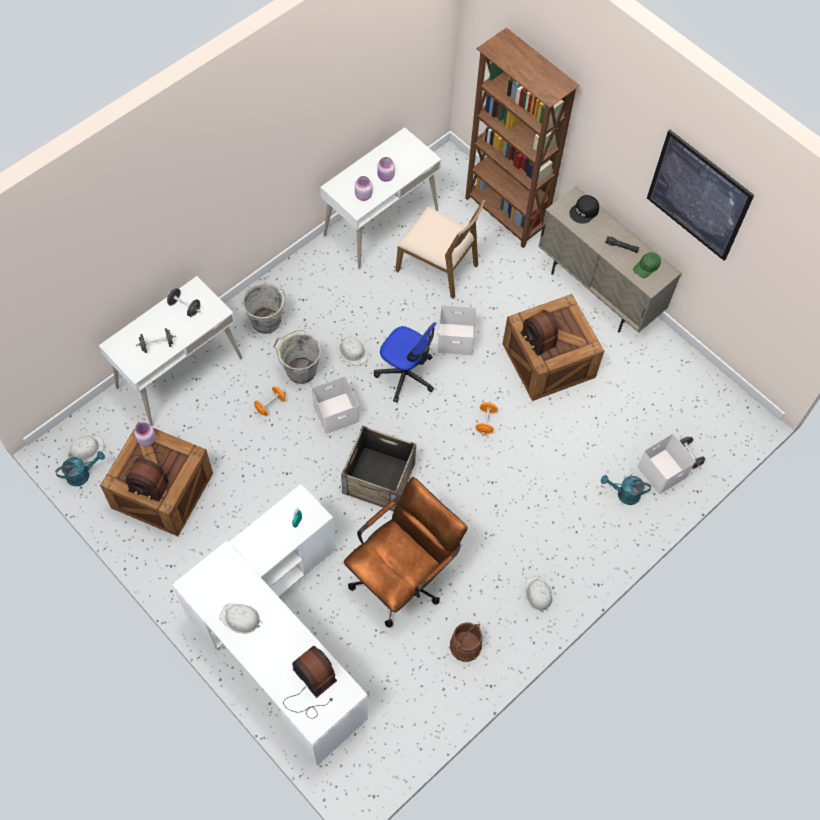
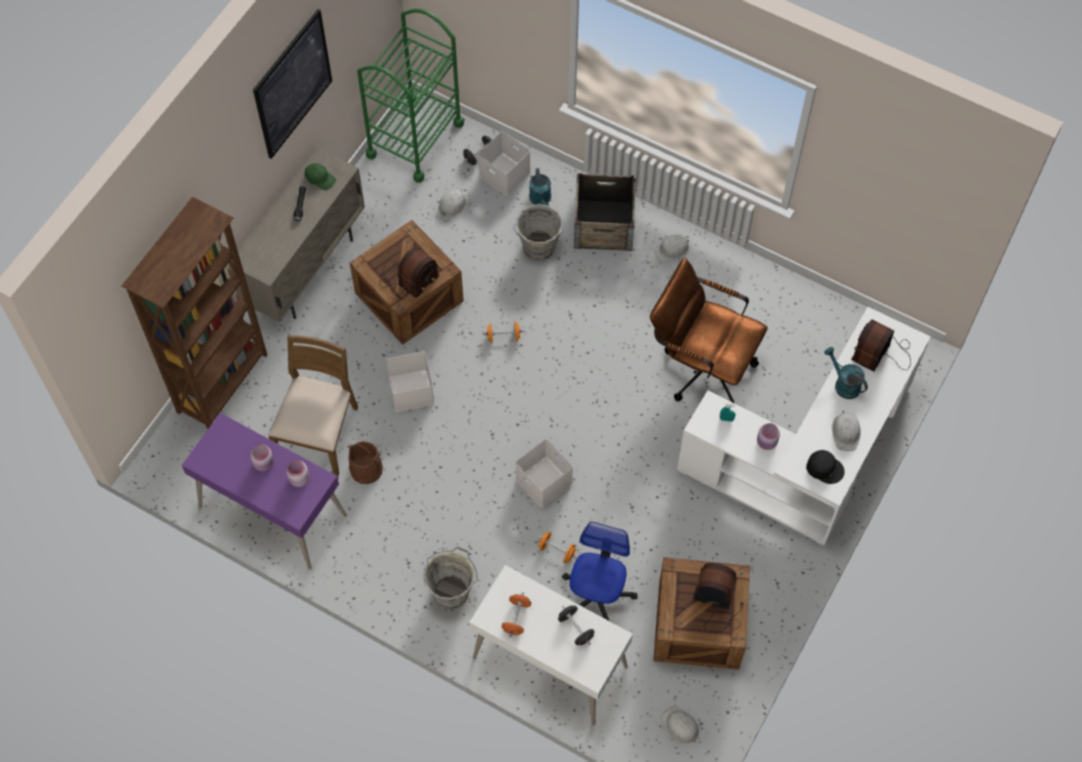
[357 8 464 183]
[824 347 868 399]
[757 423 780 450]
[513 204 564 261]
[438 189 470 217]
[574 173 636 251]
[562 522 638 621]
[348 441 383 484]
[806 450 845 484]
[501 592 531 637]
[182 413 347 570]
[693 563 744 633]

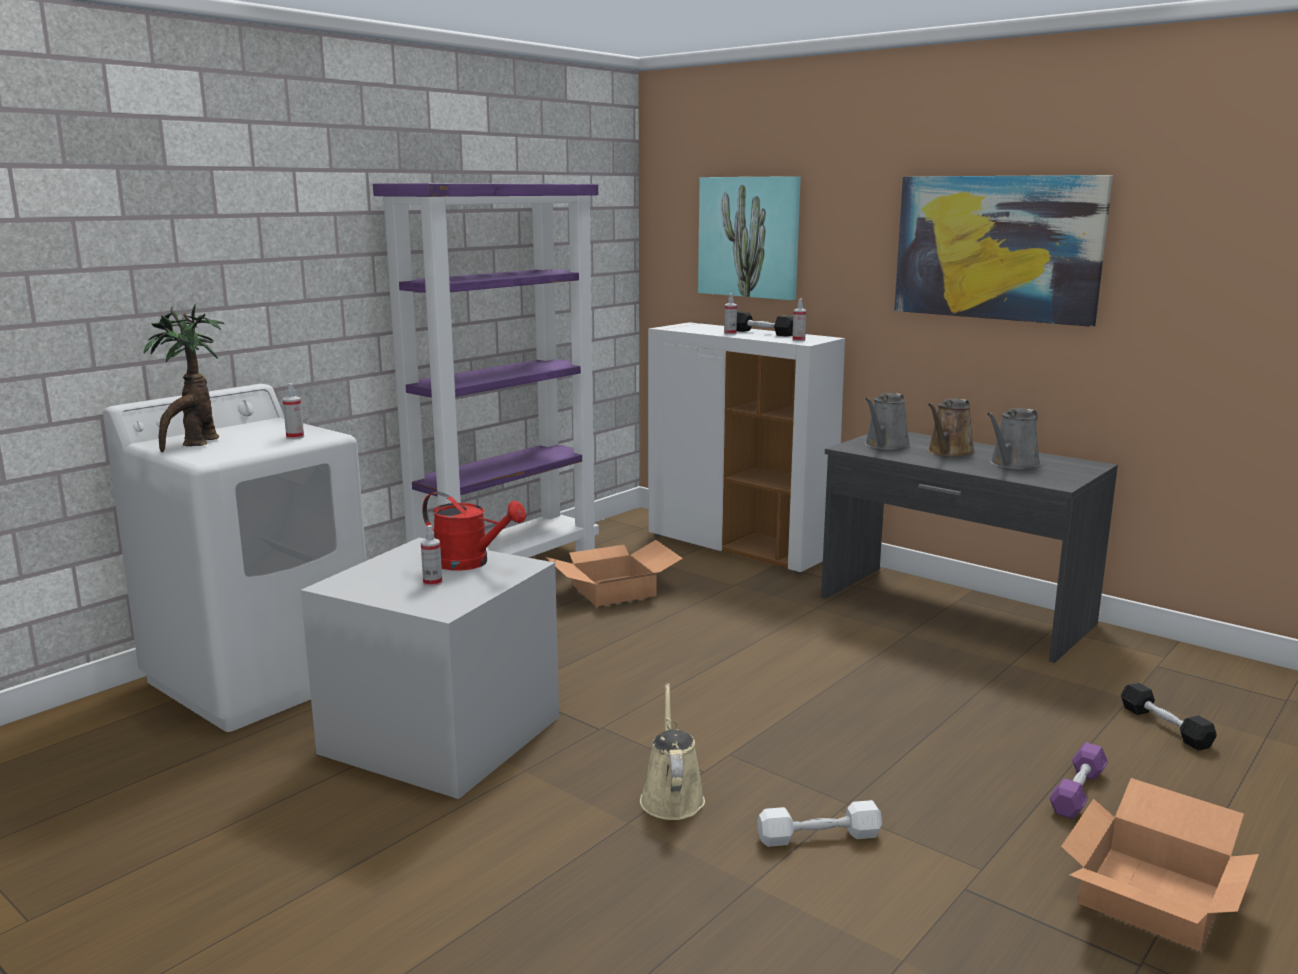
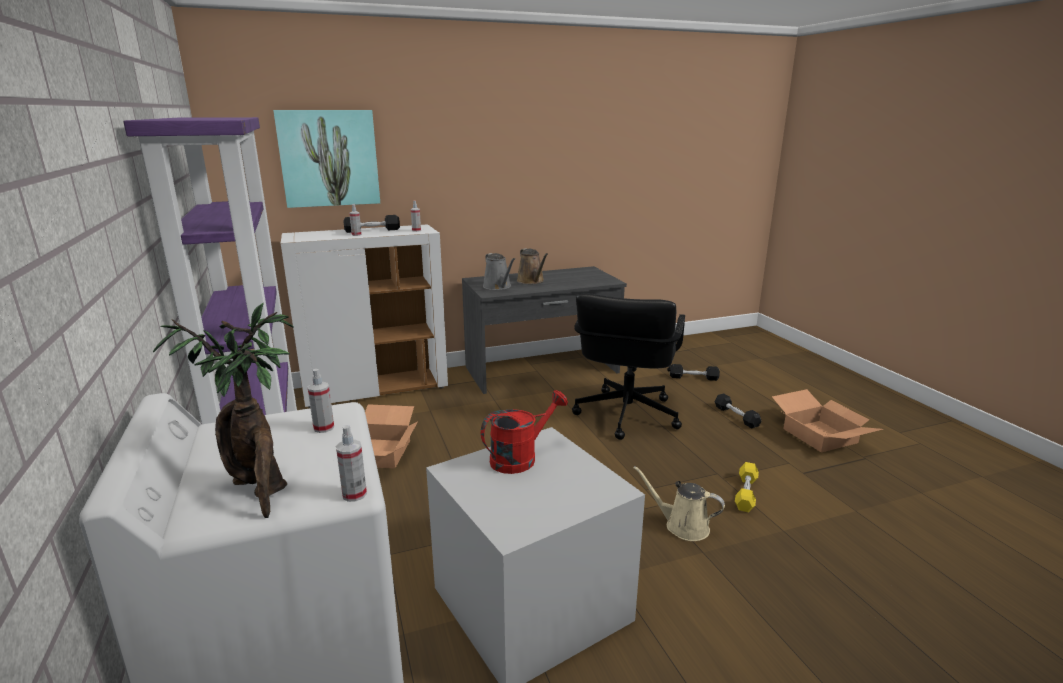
[894 175 1113 327] (first image)
[987 408 1041 469] (first image)
[572 293 685 440]
[336 425 367 502]
[735 462 759 512]
[714 394 761 428]

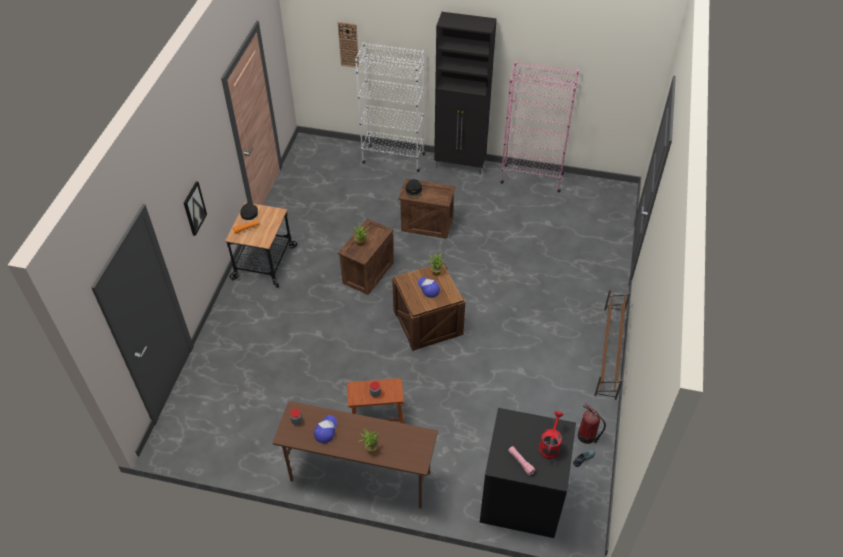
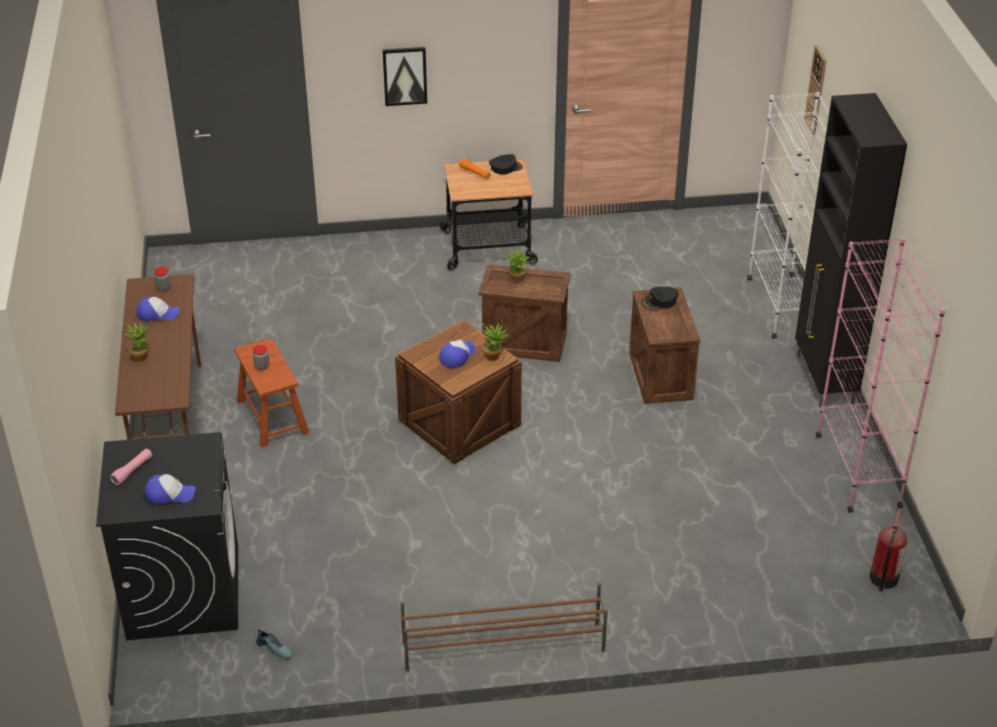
[869 508 907 591]
[145 474 196 504]

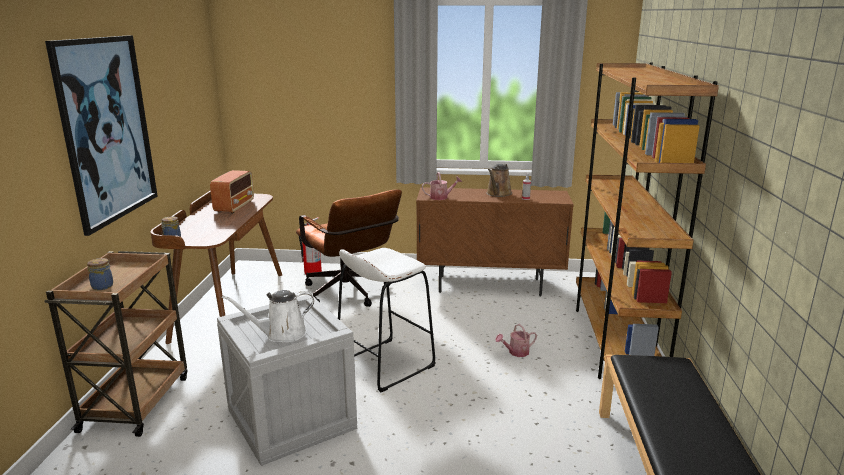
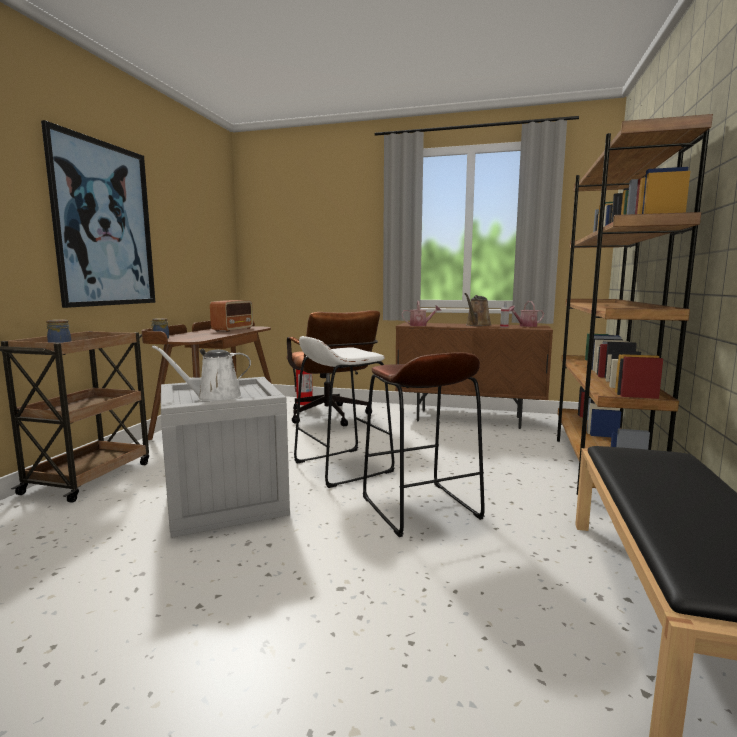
[363 352 485 537]
[509 301 544 327]

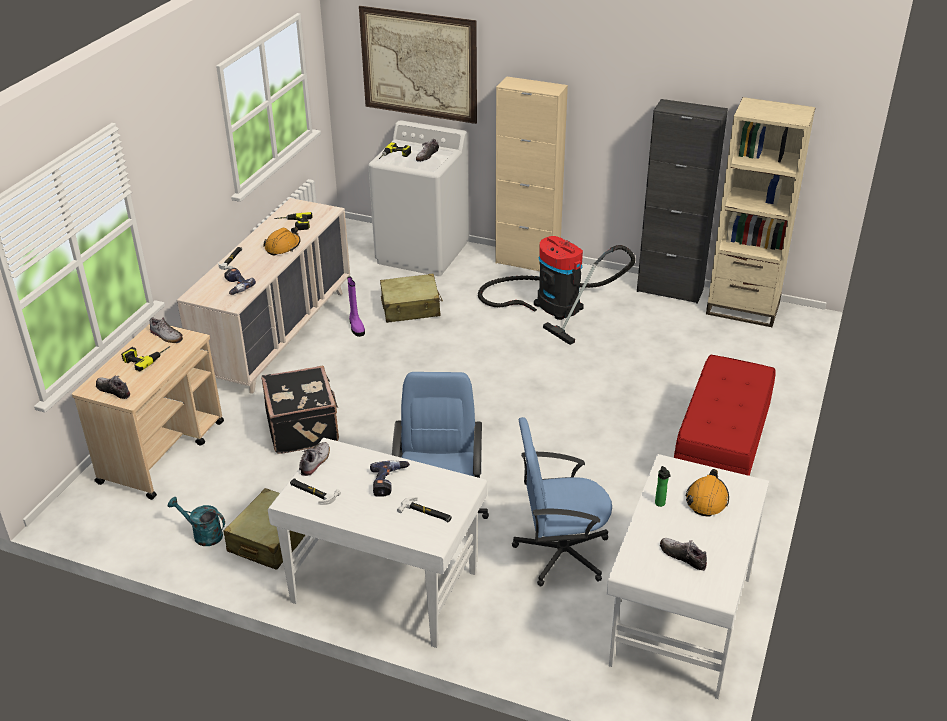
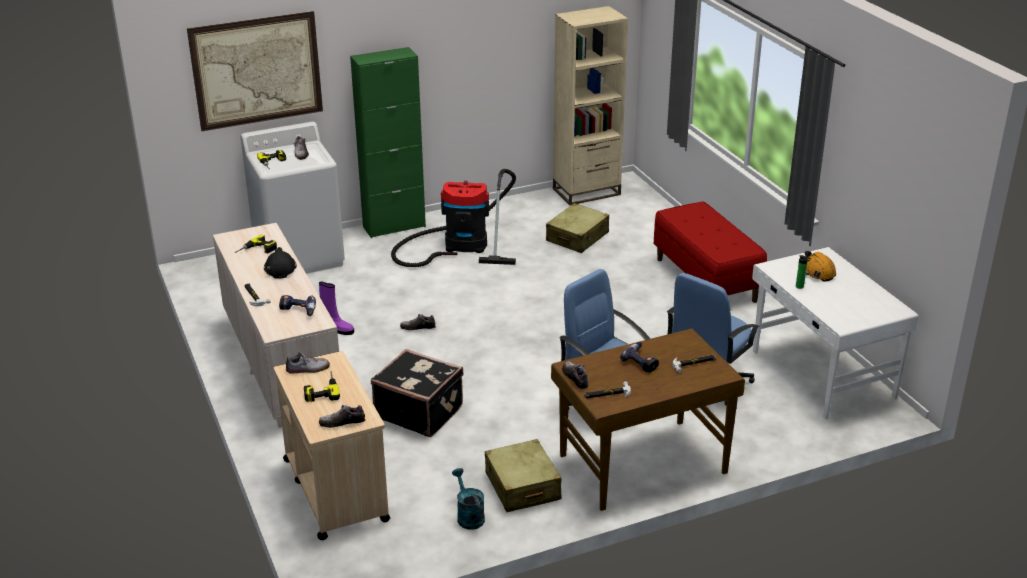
[637 99 728 304] (first image)
[546 203 609 253]
[400 314 436 330]
[264 247 297 279]
[551 329 745 511]
[350 47 426 238]
[452 468 485 530]

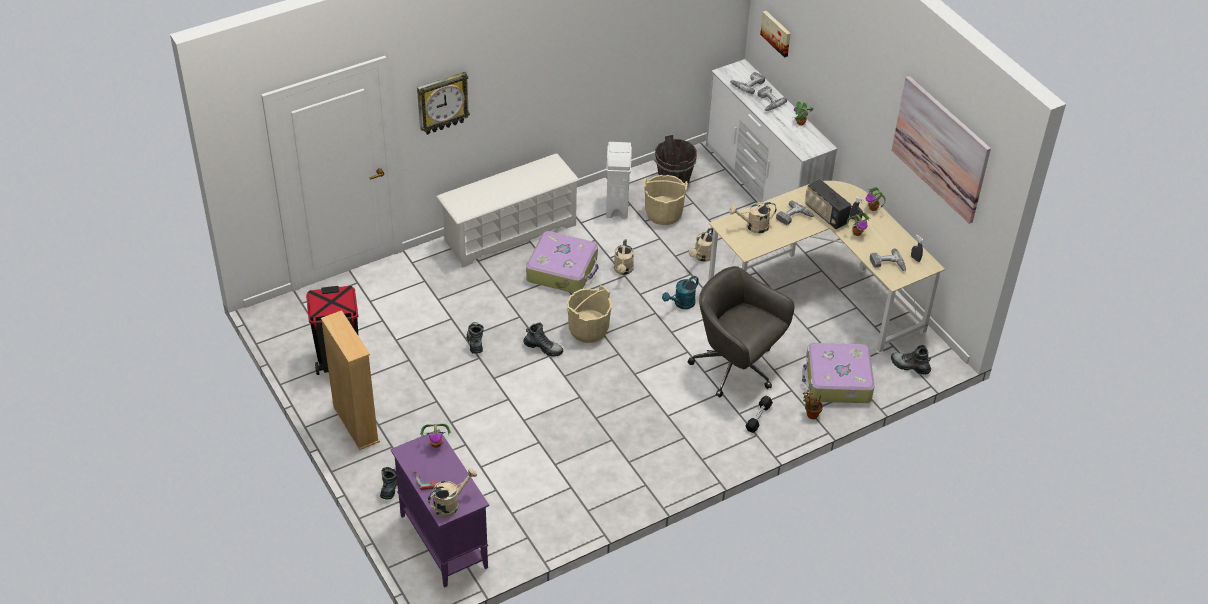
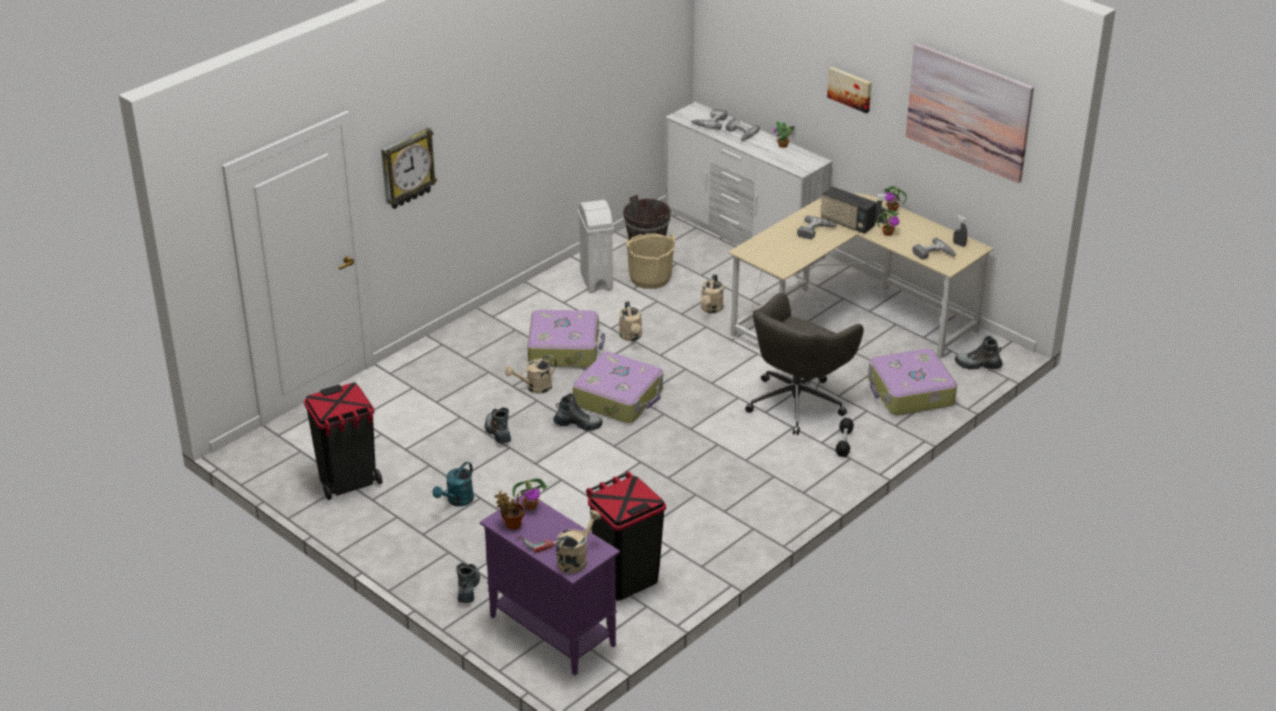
[321 310 380 450] (first image)
[437 153 579 268] (first image)
[586 471 666 601]
[432 462 474 506]
[505 355 557 394]
[827 67 872 114]
[494 490 525 530]
[573 352 663 423]
[745 293 864 435]

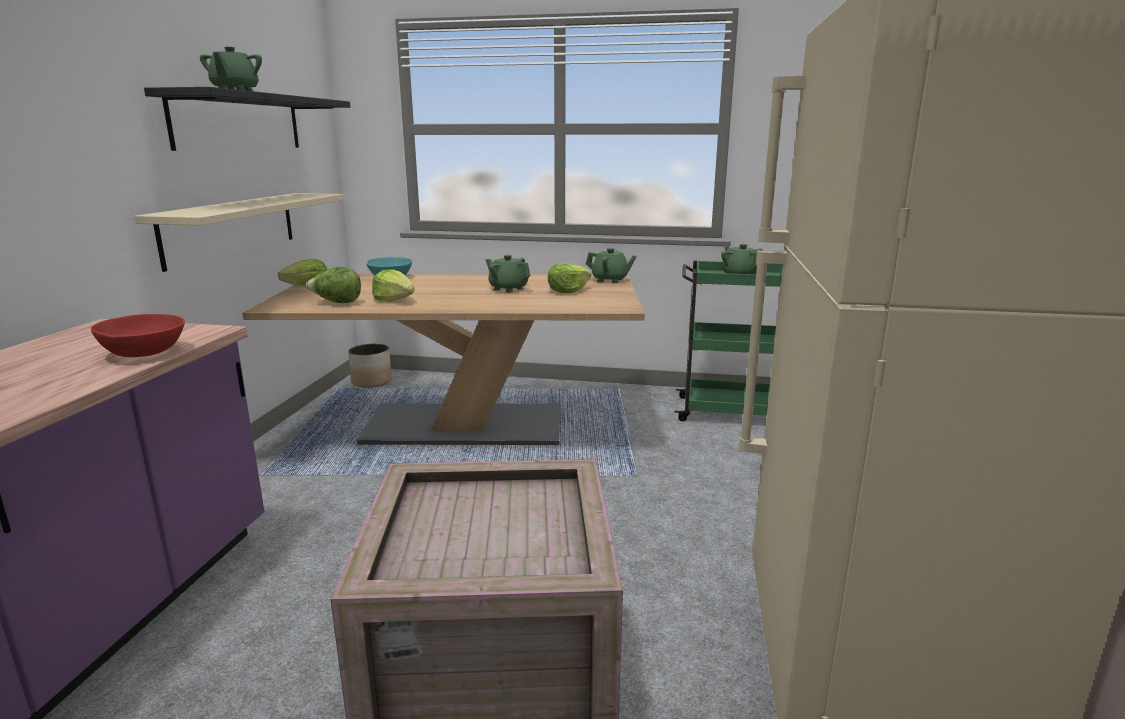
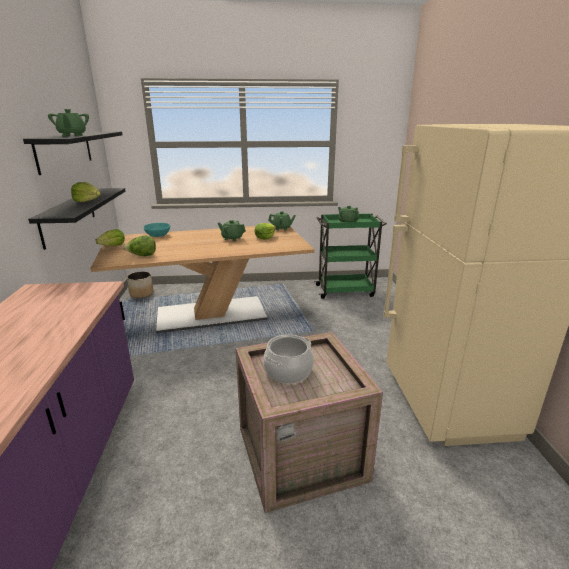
[91 314 185 357] (first image)
[263 334 314 384]
[71 182 101 202]
[28 188 126 250]

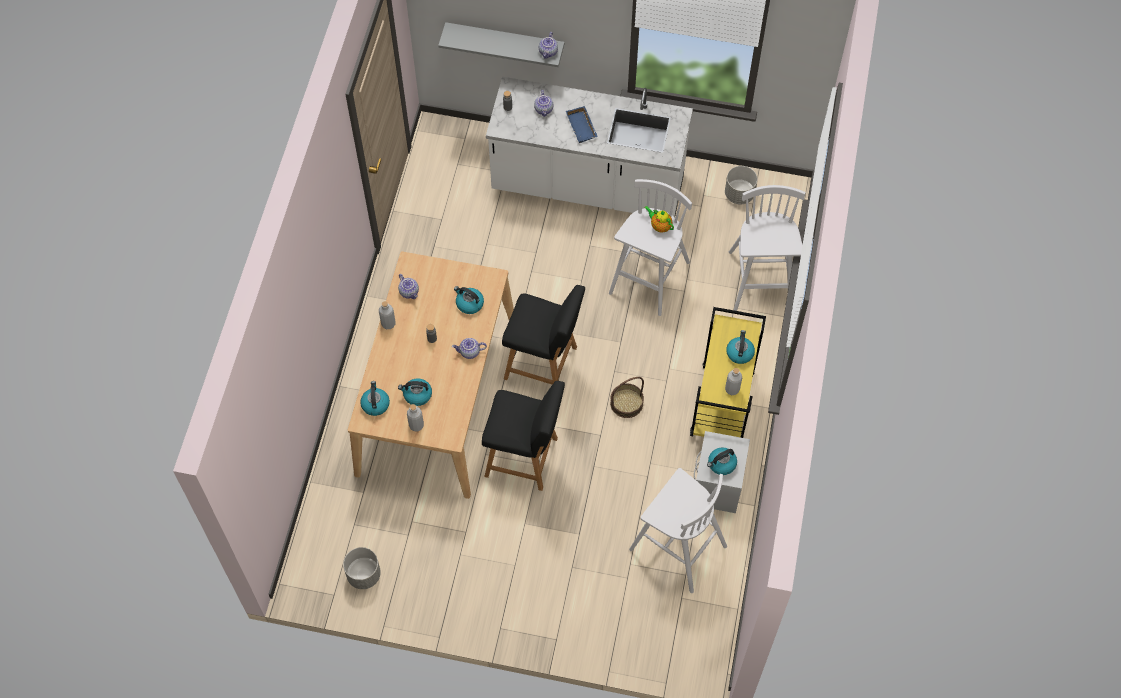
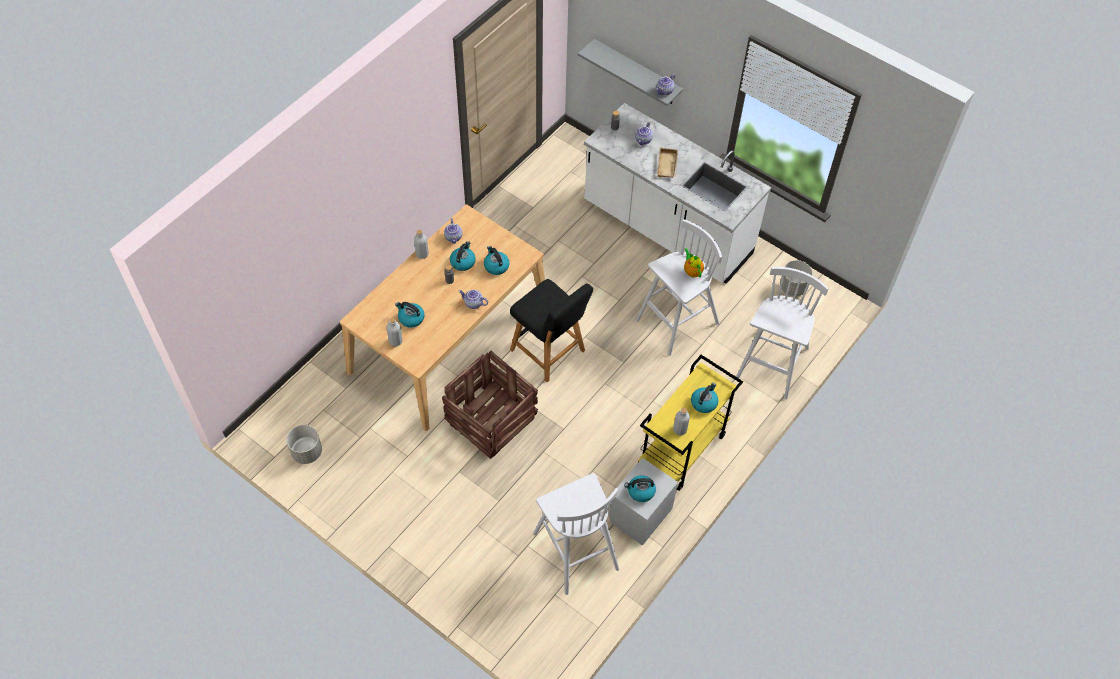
[610 377 644 418] (first image)
[450 241 476 271]
[442 351 538 459]
[657 147 678 178]

